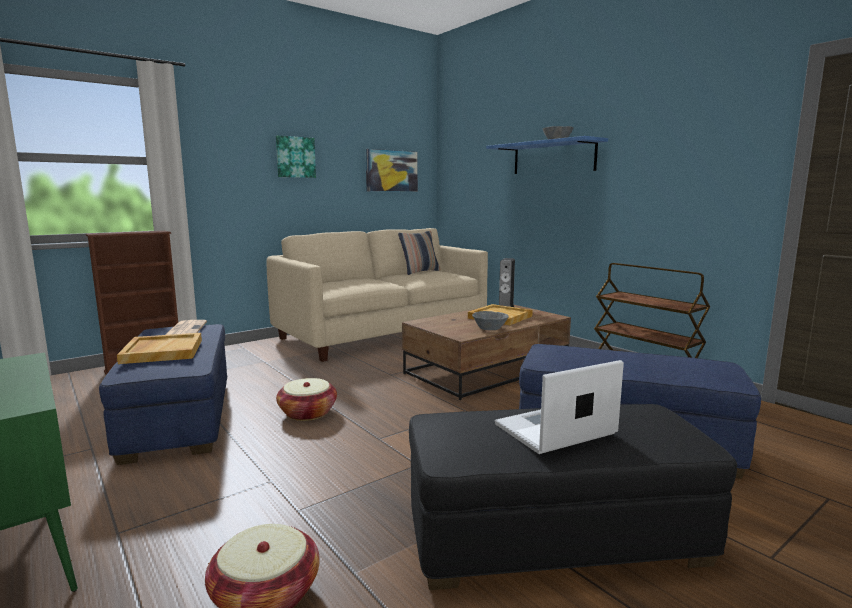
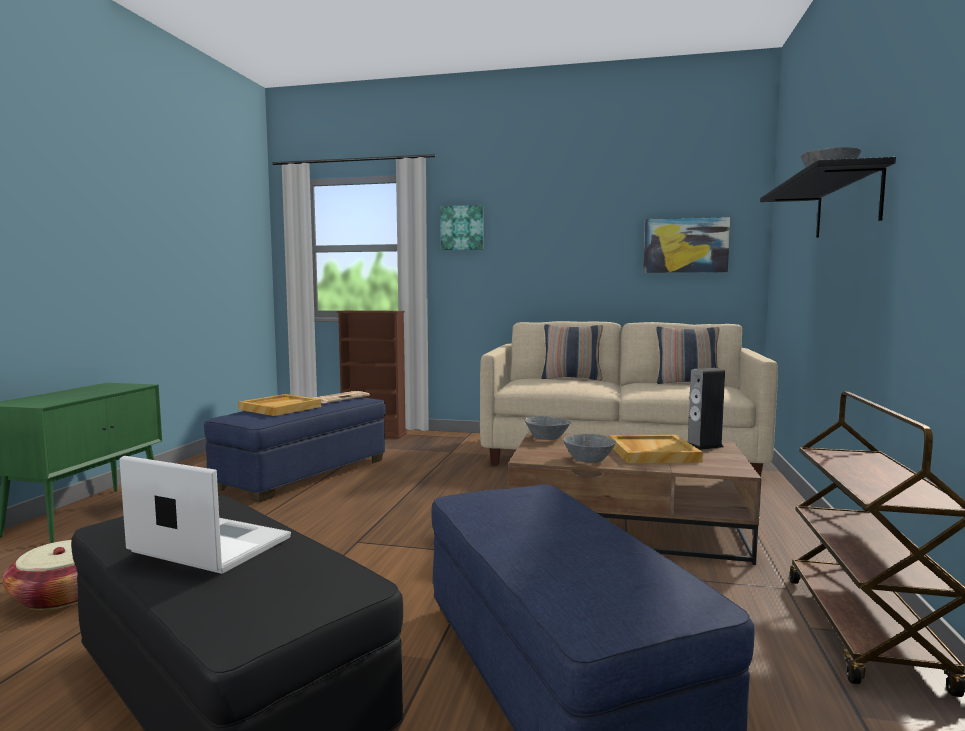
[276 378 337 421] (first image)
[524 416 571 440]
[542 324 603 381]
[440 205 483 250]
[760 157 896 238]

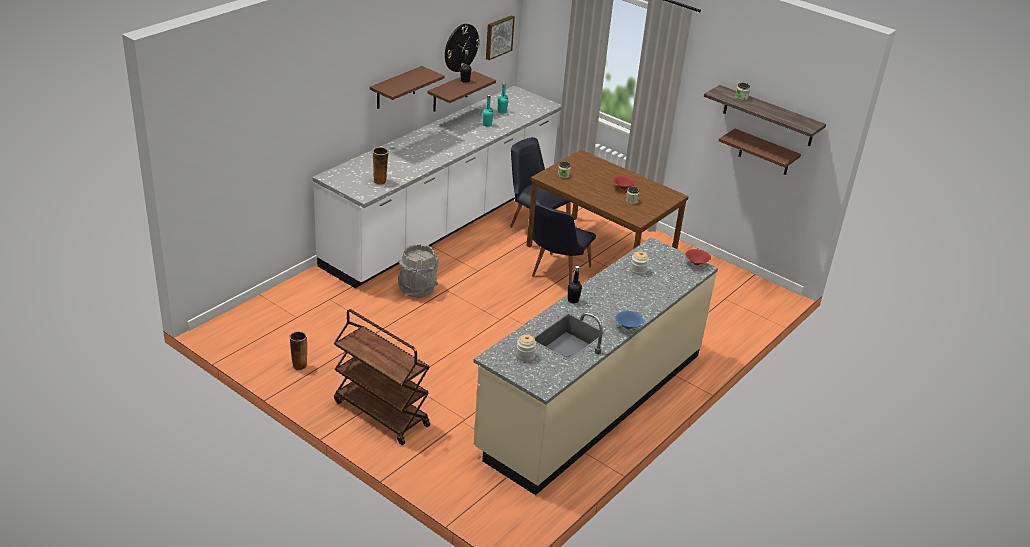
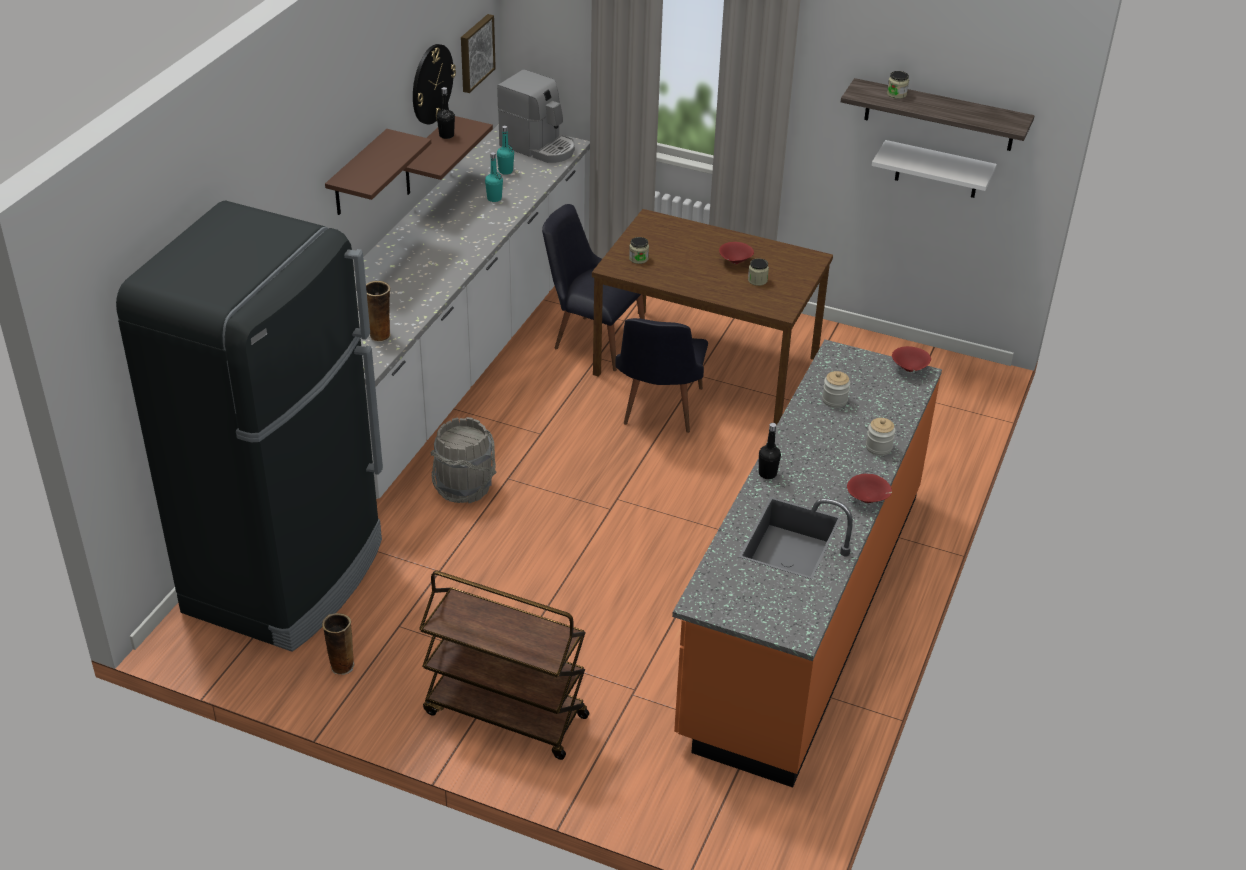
[116 200 383 652]
[497 69 575 163]
[866 418 895 456]
[672 340 942 788]
[847 474 892 503]
[872 140 997 198]

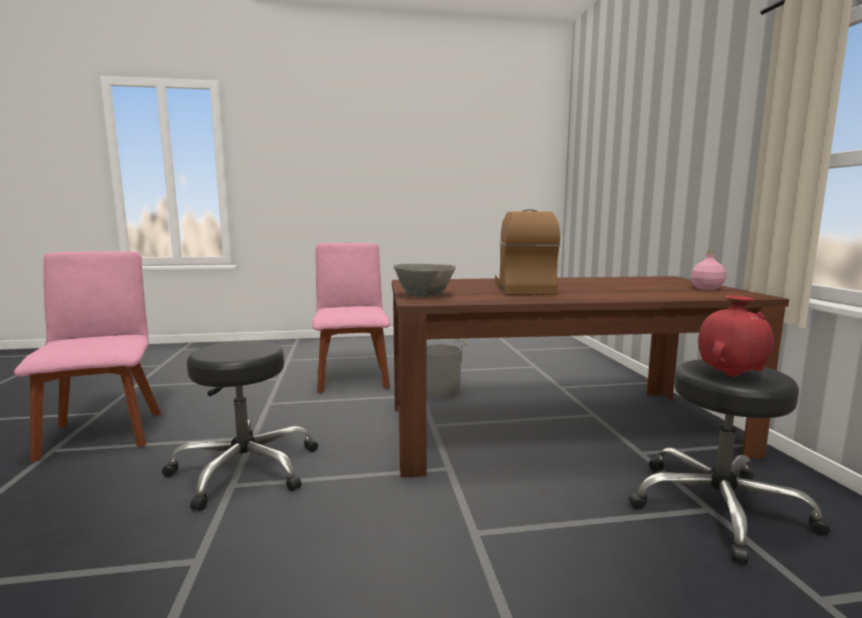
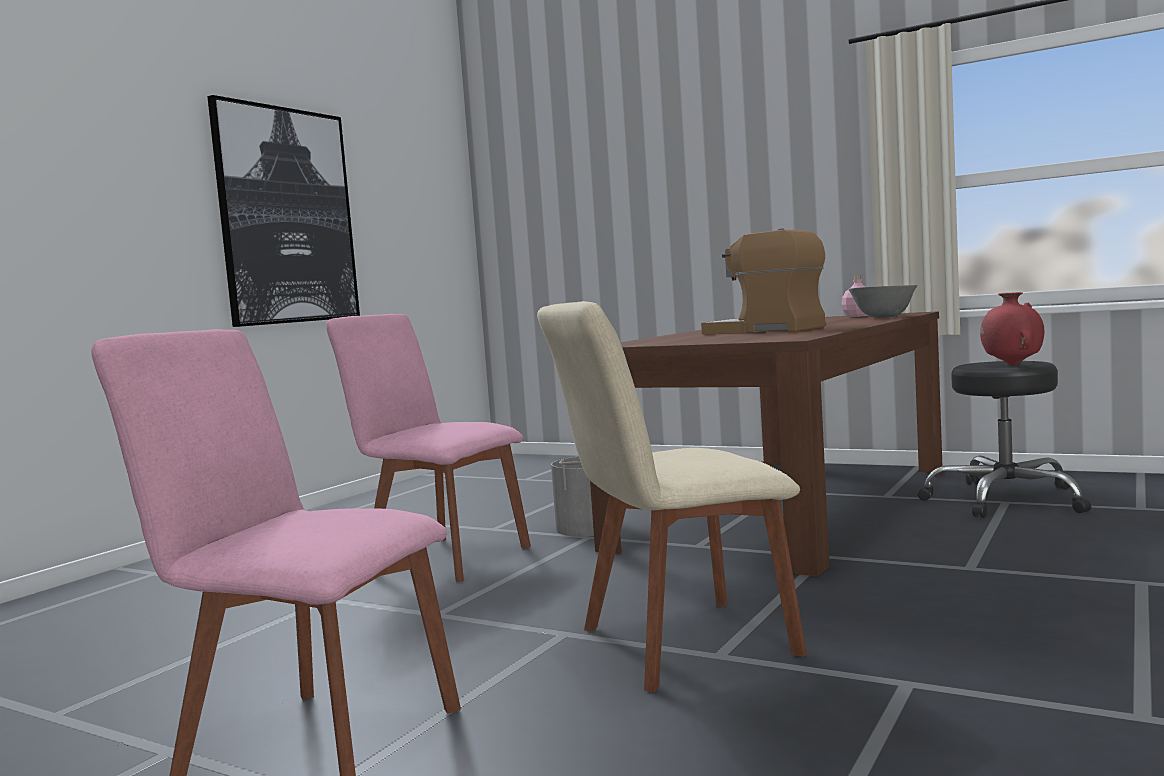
[207 95 360 327]
[848 285 917 318]
[537 301 807 692]

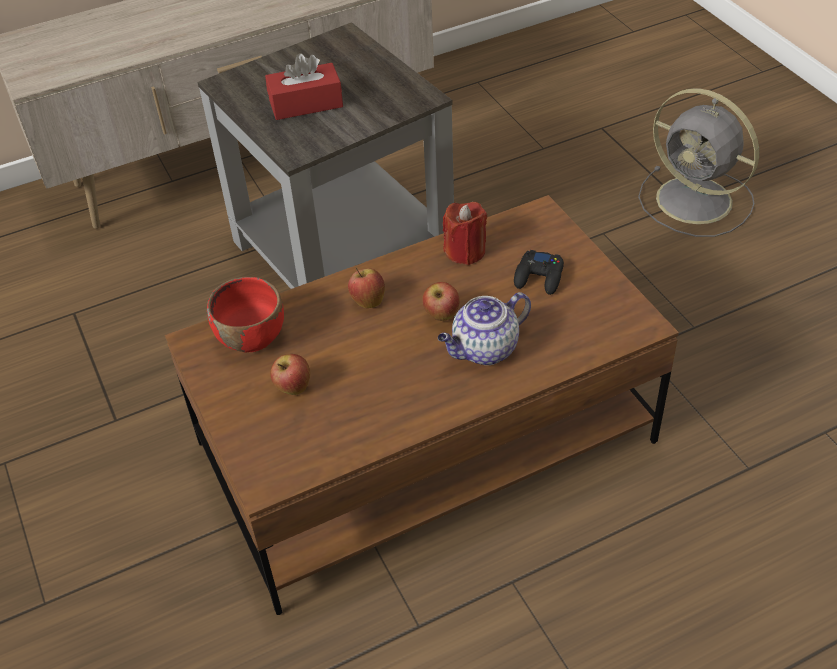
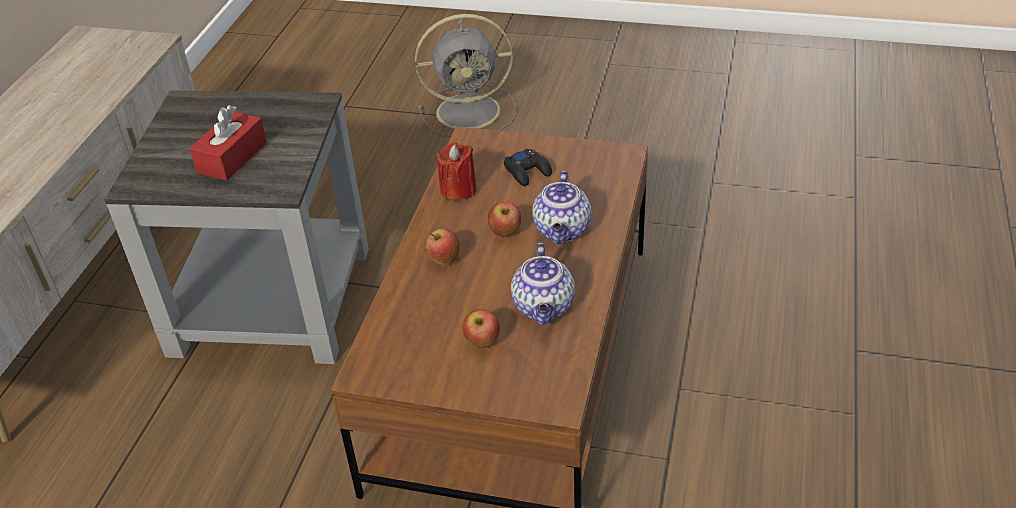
[207 277 284 352] (first image)
[511 243 575 325]

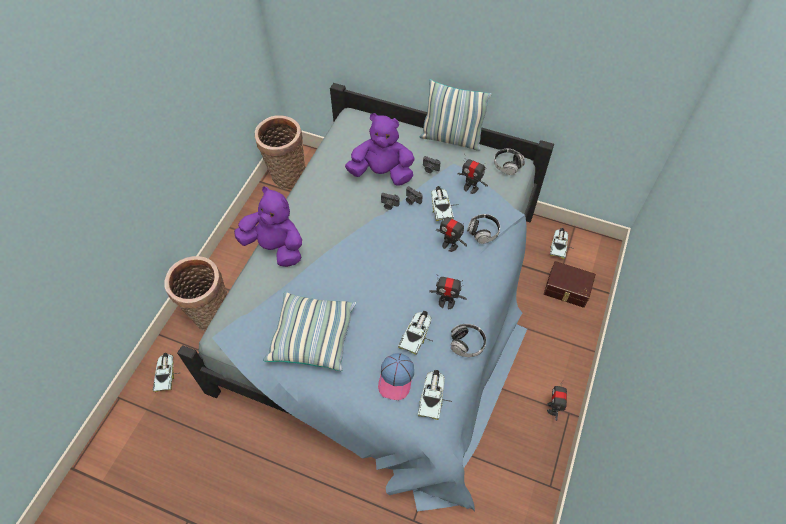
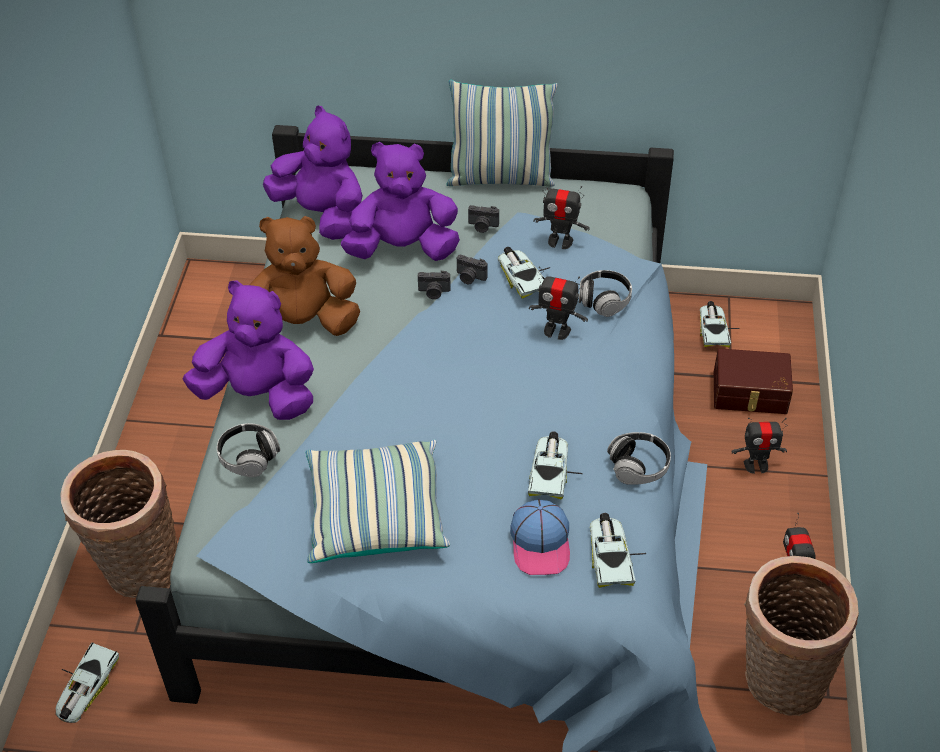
[249 216 360 336]
[263 106 363 240]
[744 556 859 716]
[731 417 787 474]
[217 423 280 477]
[56 642 119 723]

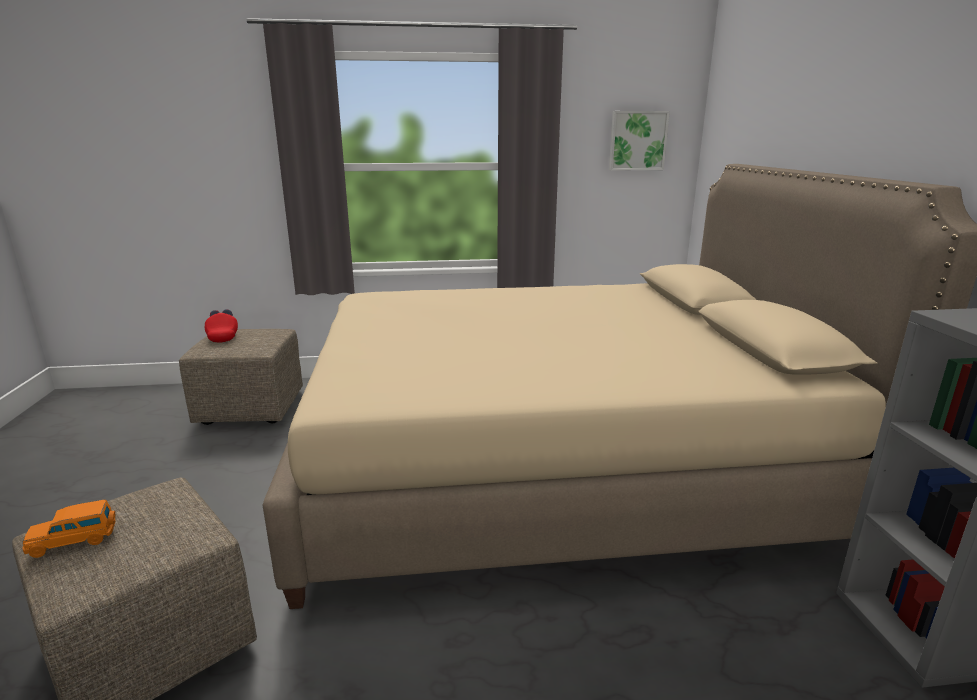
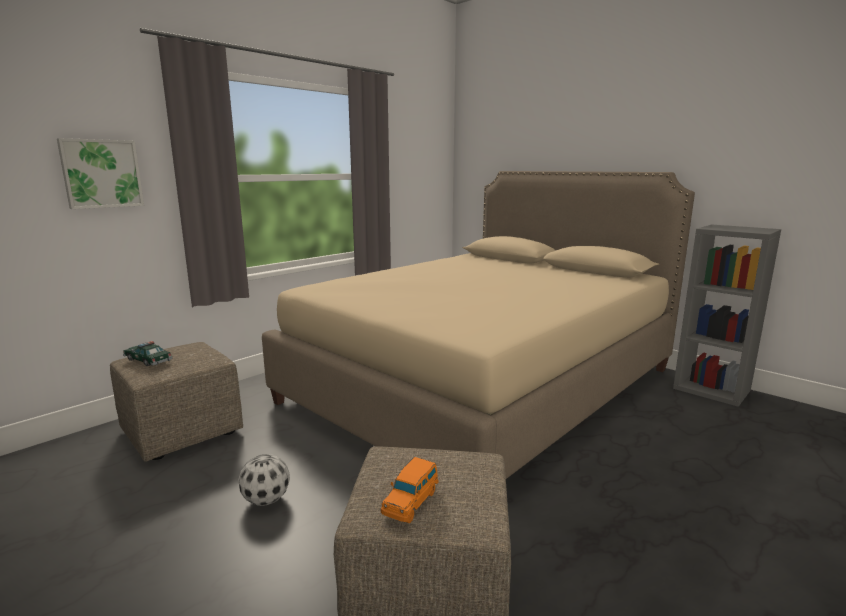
[238 454 290 506]
[57 138 144 209]
[123 341 173 366]

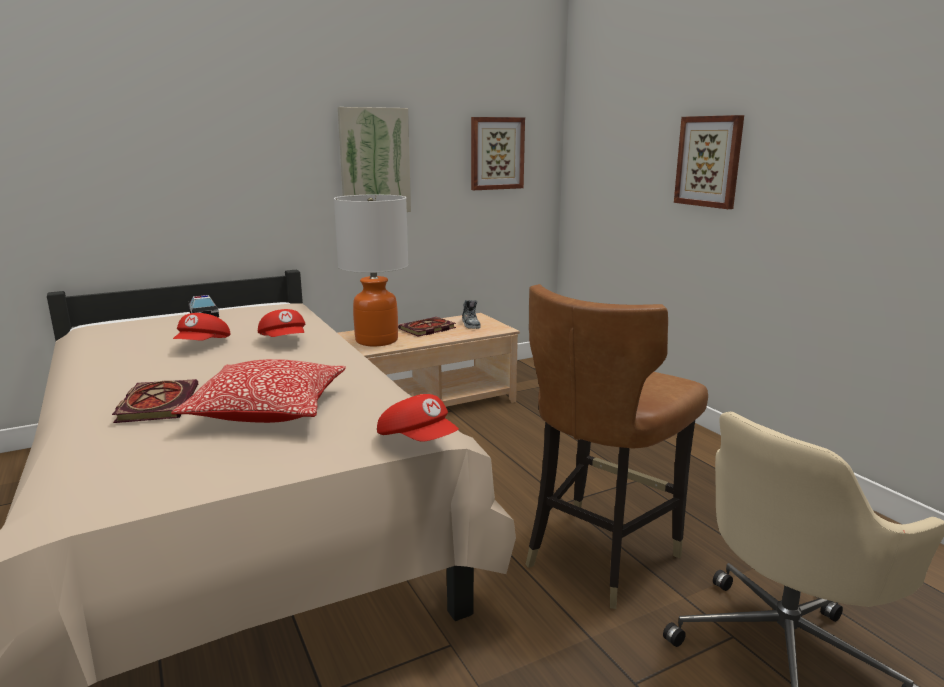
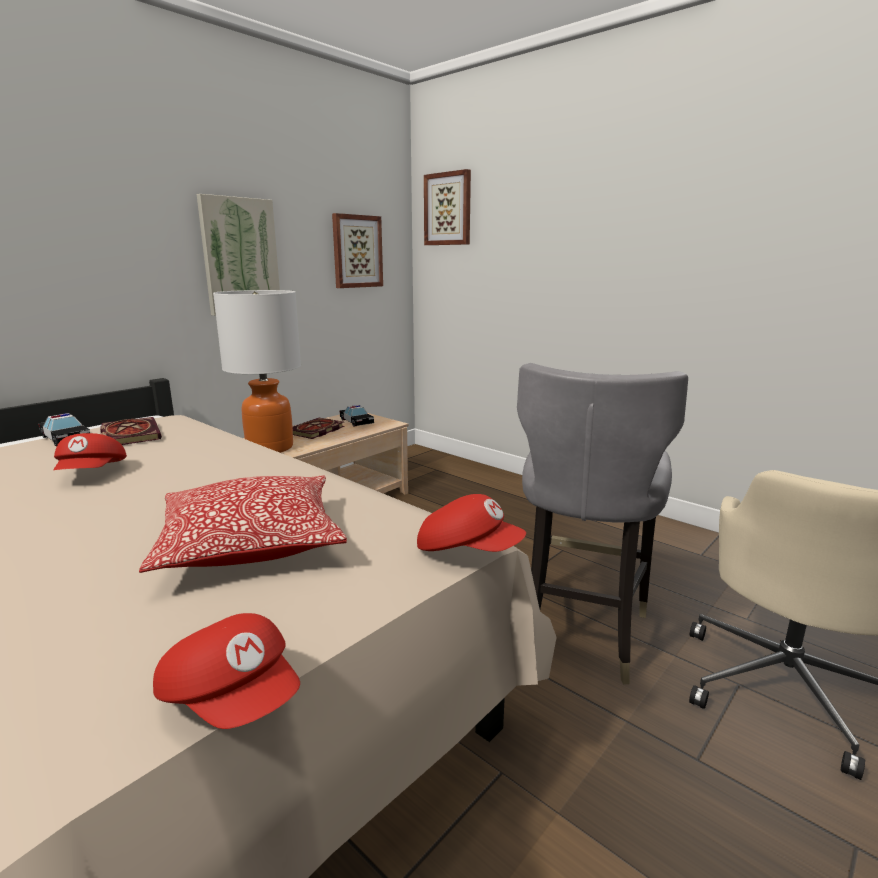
[100 417 162 445]
[153 613 300 729]
[424 169 471 245]
[340 405 374 427]
[517 363 688 684]

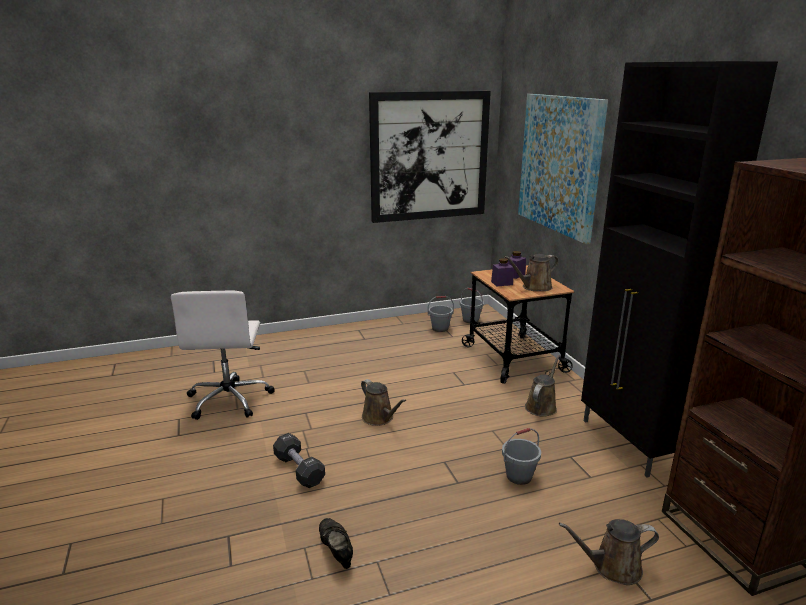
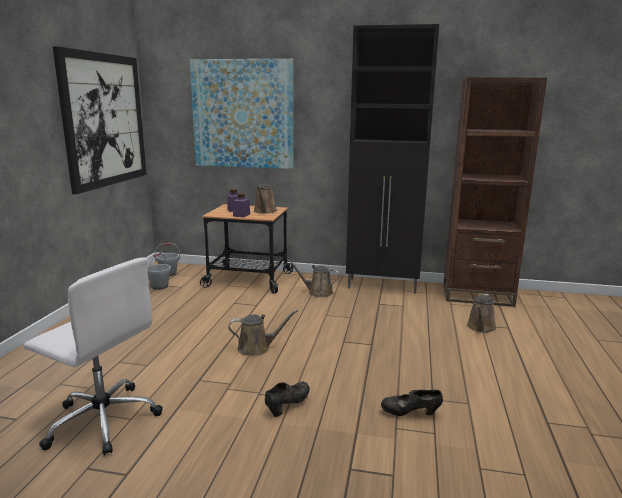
[502 428 541 485] (first image)
[265 382 310 417]
[288 260 340 297]

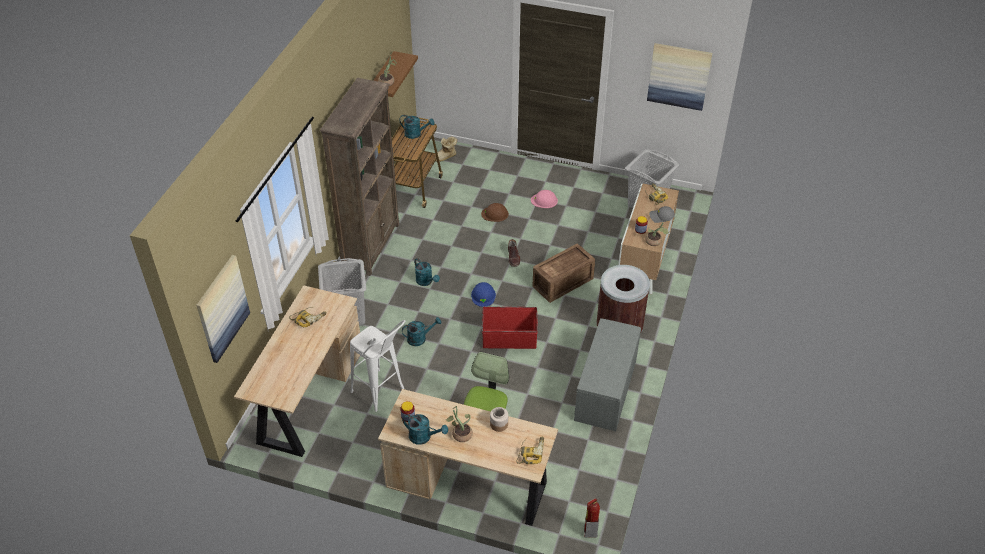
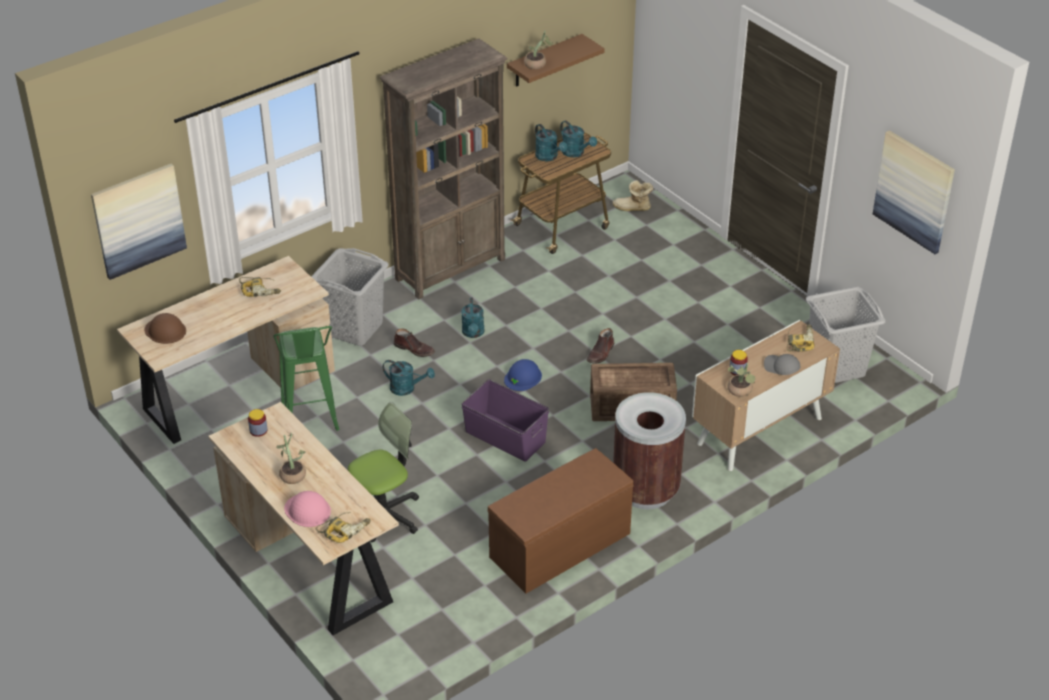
[490 407 508 432] (first image)
[584 498 600 538] (first image)
[394 328 435 357]
[535 124 567 161]
[144 313 186 344]
[284 491 331 527]
[273 326 339 431]
[461 379 549 462]
[487 448 634 594]

